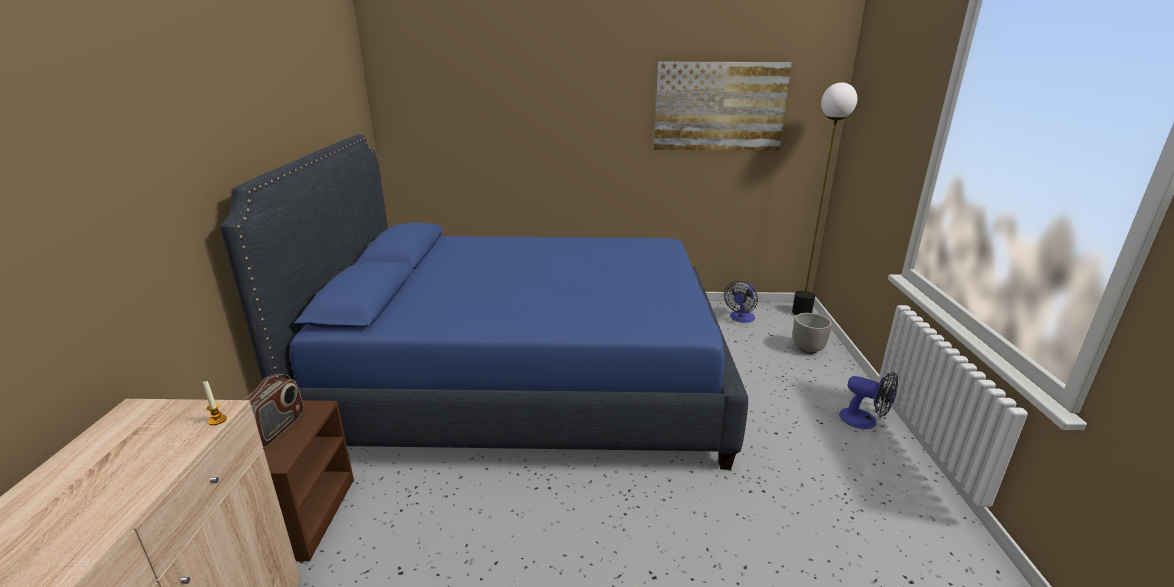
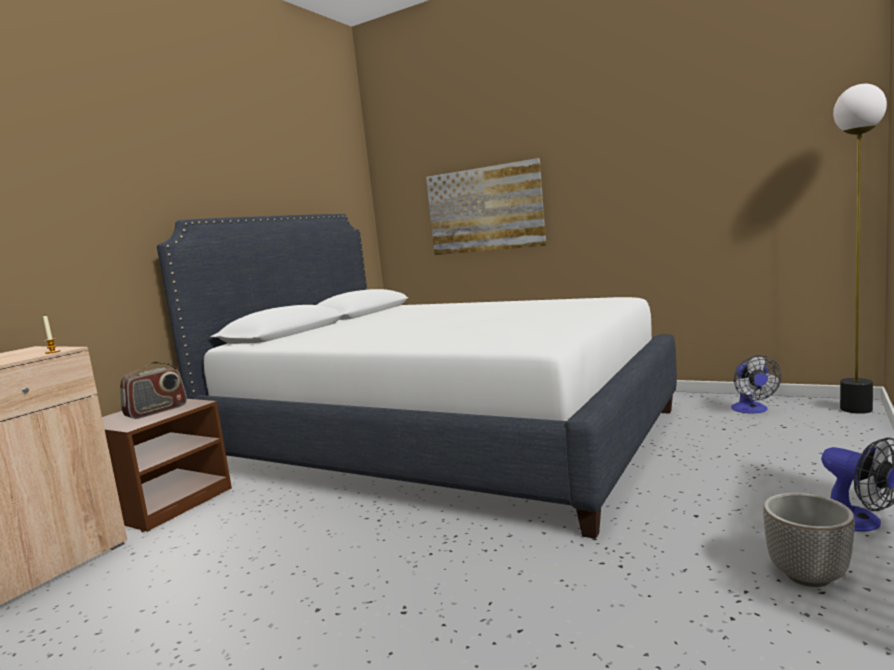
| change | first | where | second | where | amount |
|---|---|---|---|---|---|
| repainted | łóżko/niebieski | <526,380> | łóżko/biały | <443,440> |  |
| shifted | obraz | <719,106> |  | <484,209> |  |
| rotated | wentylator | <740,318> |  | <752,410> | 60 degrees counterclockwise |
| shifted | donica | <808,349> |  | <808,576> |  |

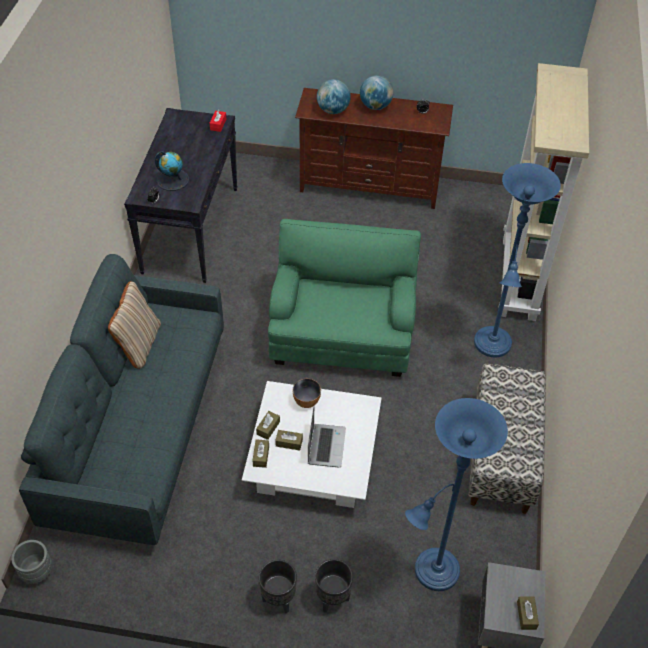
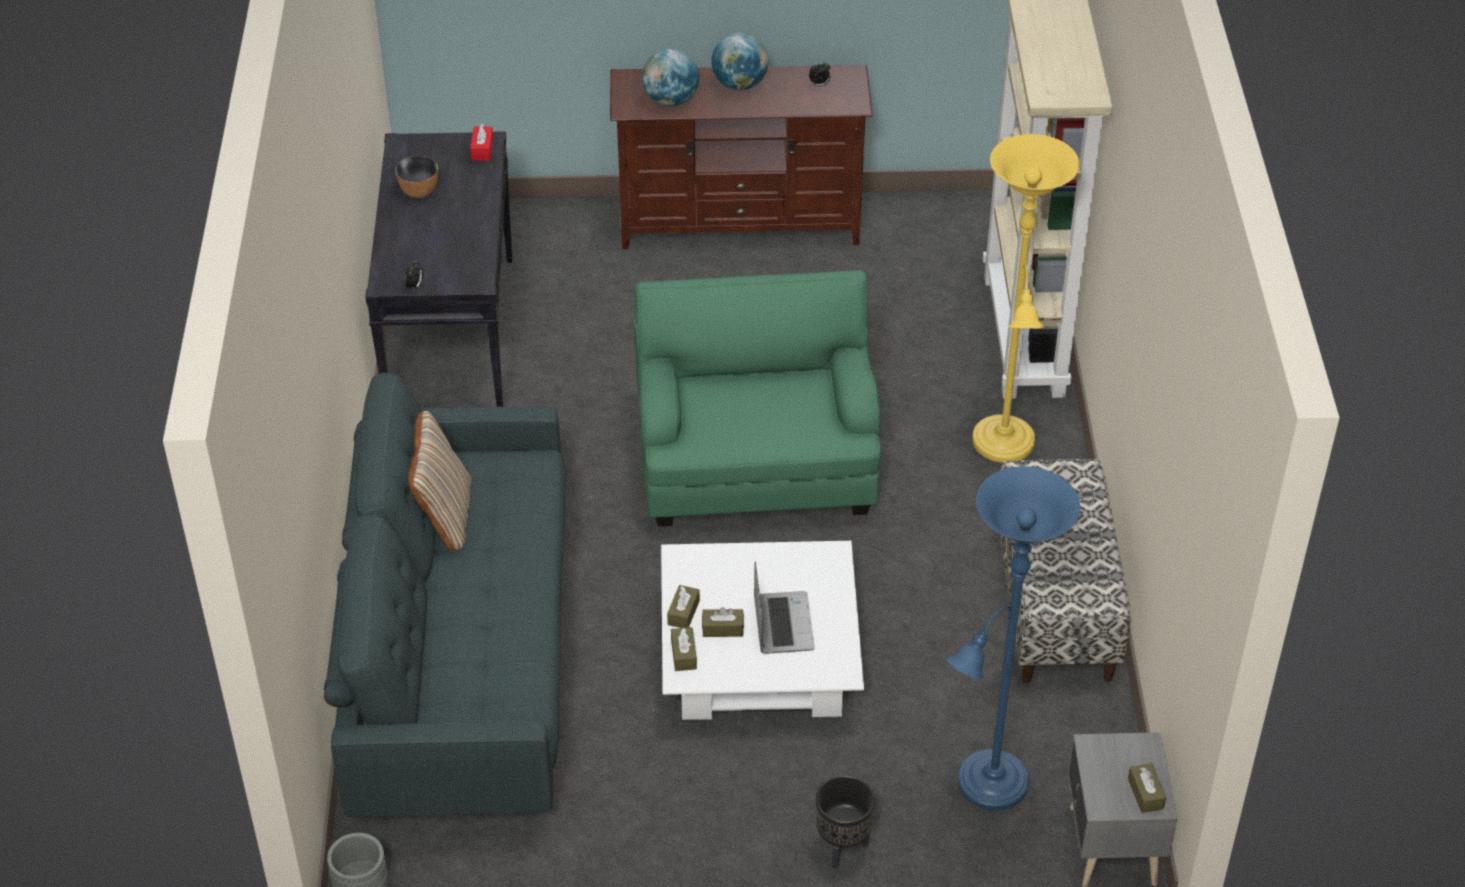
| change | first | where | second | where | amount |
|---|---|---|---|---|---|
| shifted | miska | <306,401> |  | <419,192> |  |
| repainted | lampa stojąca/niebieski | <492,347> | lampa stojąca/żółty | <1004,447> |  |
| gone | globus | <173,180> |  |  |  |
| gone | donica/czarny | <278,599> |  |  |  |

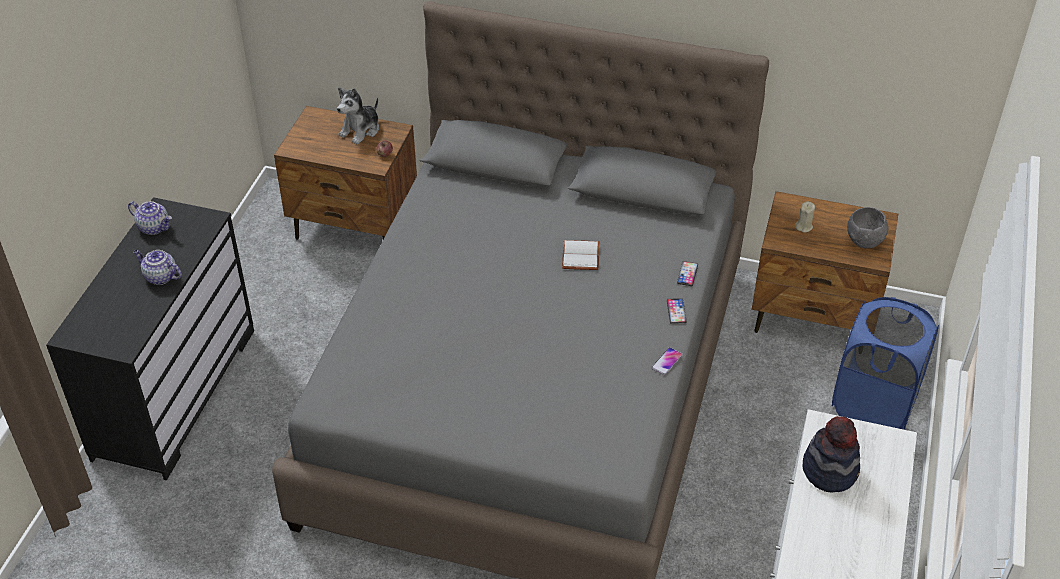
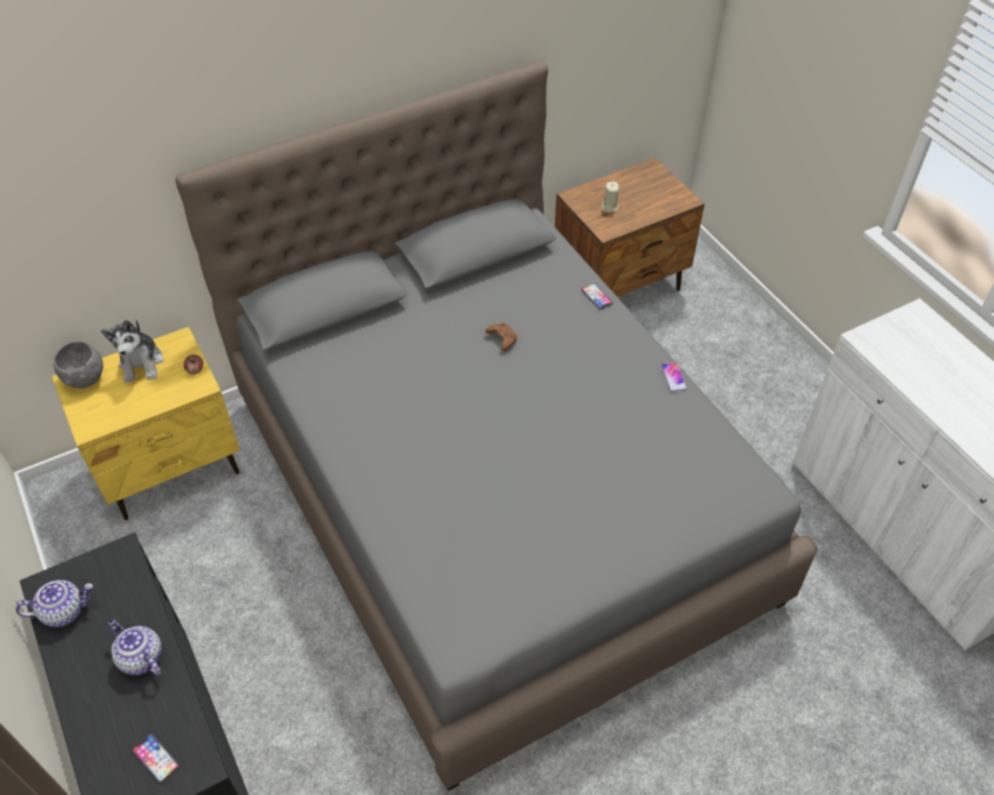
| change | first | where | second | where | amount |
|---|---|---|---|---|---|
| repainted | szafka nocna/brązowy | <355,226> | szafka nocna/żółty | <172,467> |  |
| shifted | miska/szary | <864,240> |  | <85,378> |  |
| rotated | imbryk | <160,277> |  | <140,658> | 60 degrees clockwise |
| shifted | telefon | <676,311> |  | <156,758> |  |
| swapped | książka/biały | <582,256> | pad do gier/brązowy | <502,339> |  |
| gone | kapelusz | <830,470> |  |  |  |
| gone | kosz na pranie/niebieski | <873,405> |  |  |  |

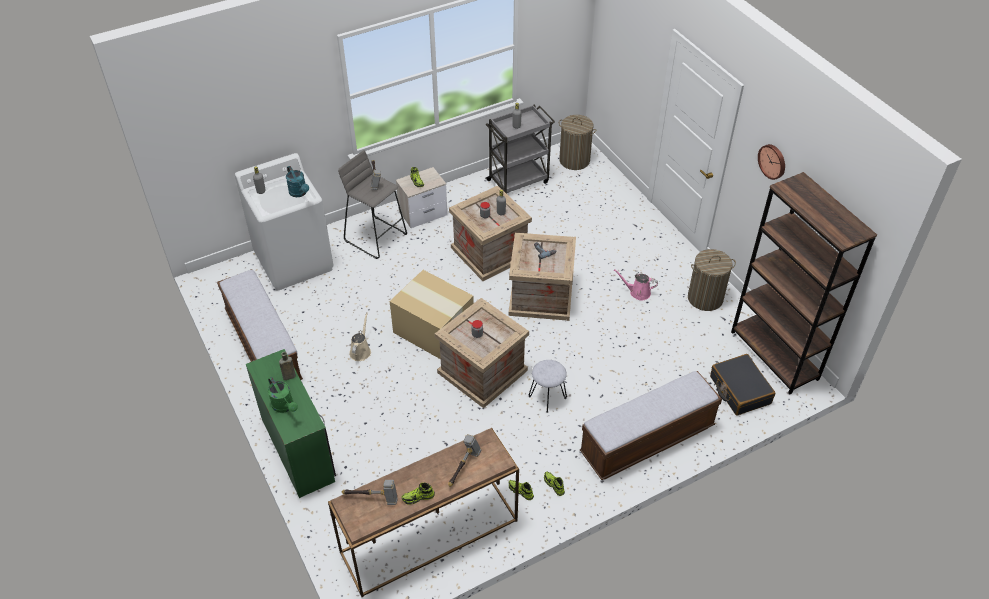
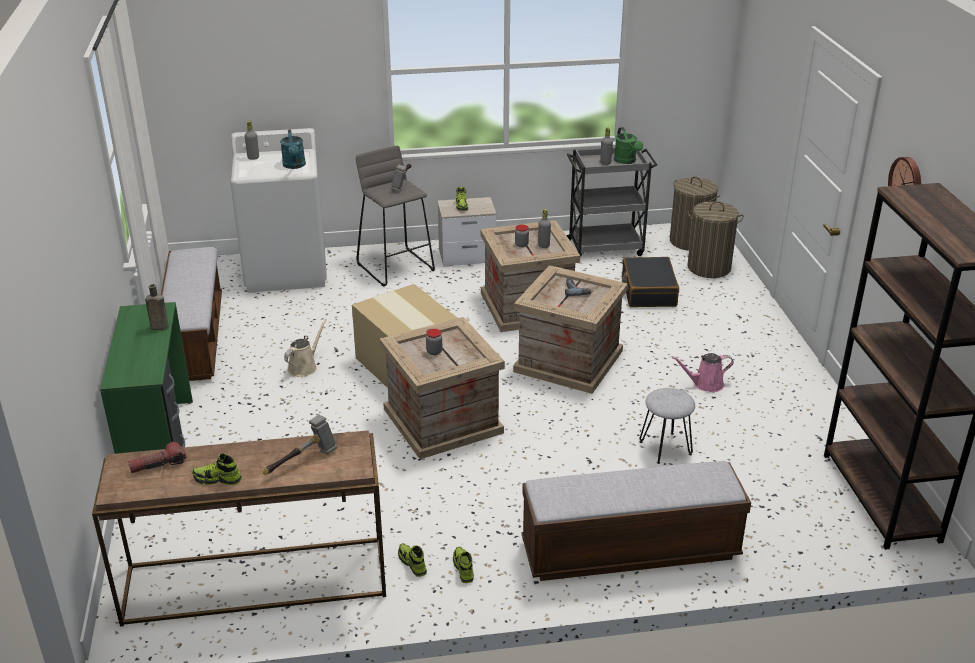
| change | first | where | second | where | amount |
|---|---|---|---|---|---|
| swapped | młotek | <372,498> | latarka | <158,465> |  |
| shifted | konewka/zielony | <285,406> |  | <627,161> |  |
| shifted | walizka/czarny | <739,390> |  | <648,291> |  |
| shifted | stołek/szary | <547,397> |  | <665,448> |  |
| rotated | konewka/różowy | <637,292> |  | <705,384> | 45 degrees counterclockwise |
| shifted | kosz na pranie | <705,298> |  | <708,268> |  |

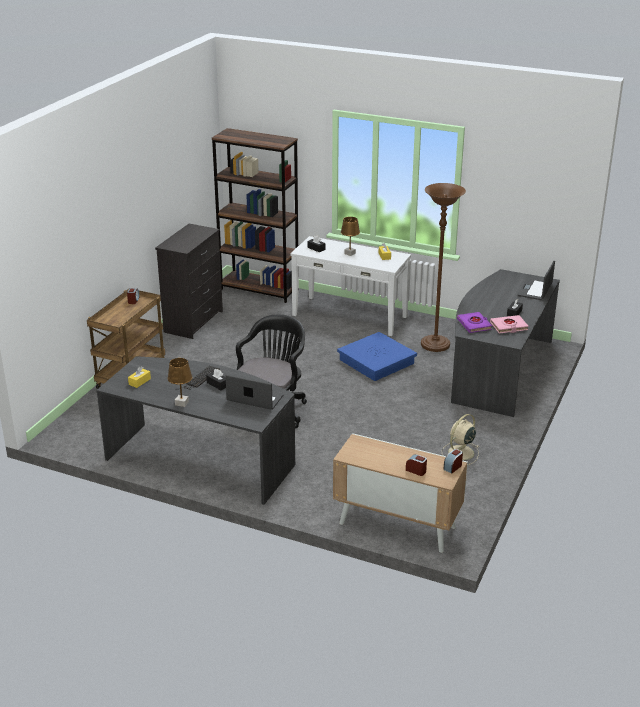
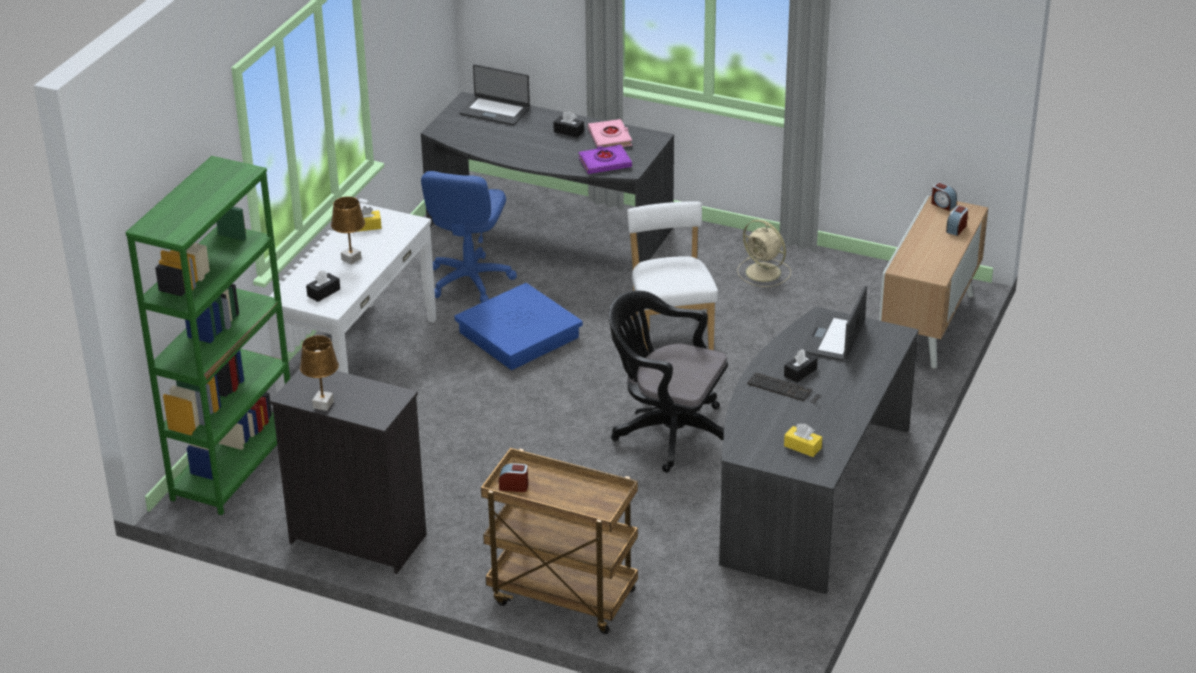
| change | first | where | second | where | amount |
|---|---|---|---|---|---|
| repainted | regał/brązowy | <259,290> | regał/zielony | <234,464> |  |
| shifted | lampa stołowa/brązowy | <181,403> |  | <323,405> |  |
| swapped | lampa stojąca/brązowy | <435,345> | krzesło biurowe/niebieski | <469,280> |  |
| new |  |  | krzesło/biały | <670,332> |  |

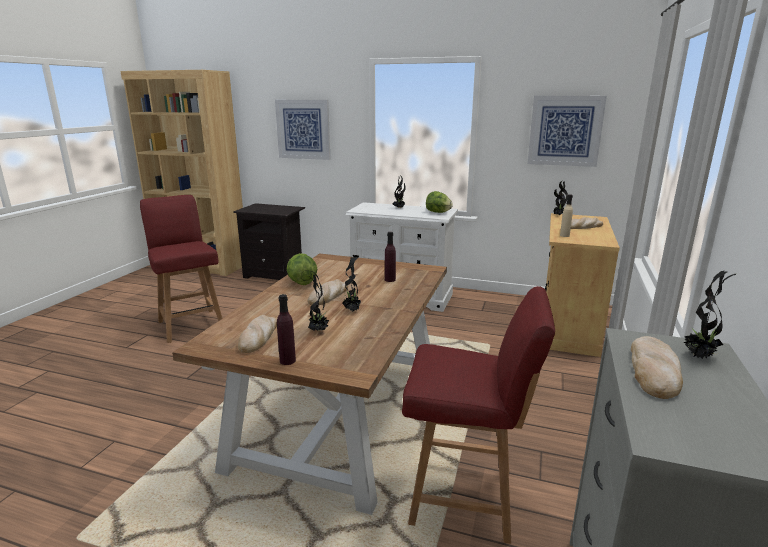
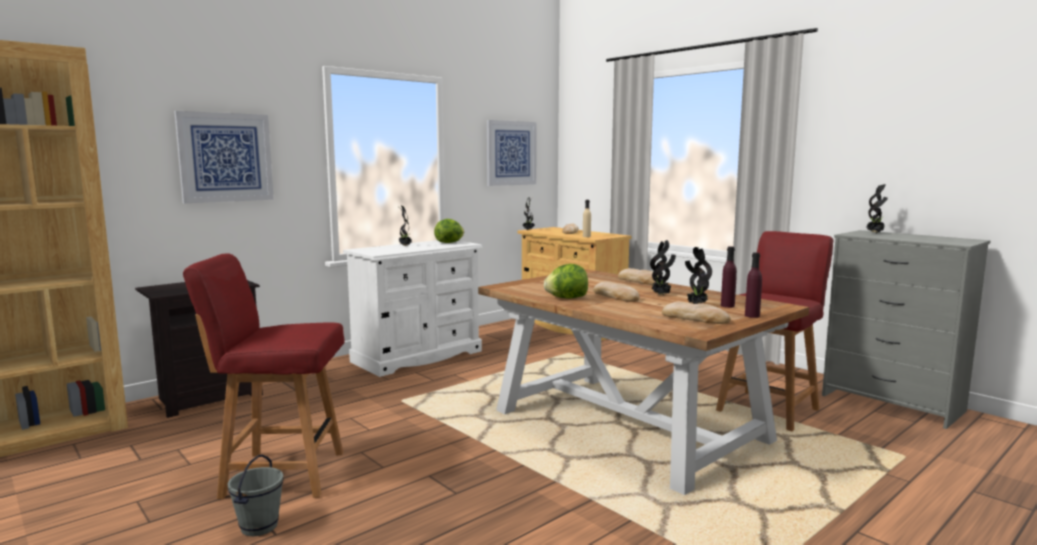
| change | first | where | second | where | amount |
|---|---|---|---|---|---|
| new |  |  | wiadro/szary | <260,527> |  |
| shifted | chleb | <654,371> |  | <640,281> |  |
| shifted | butelka/fioletowy | <390,280> |  | <727,306> |  |

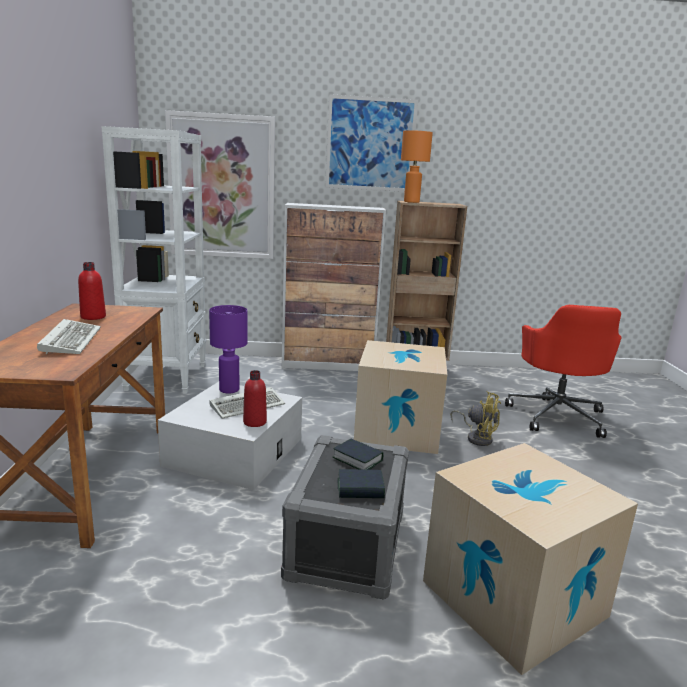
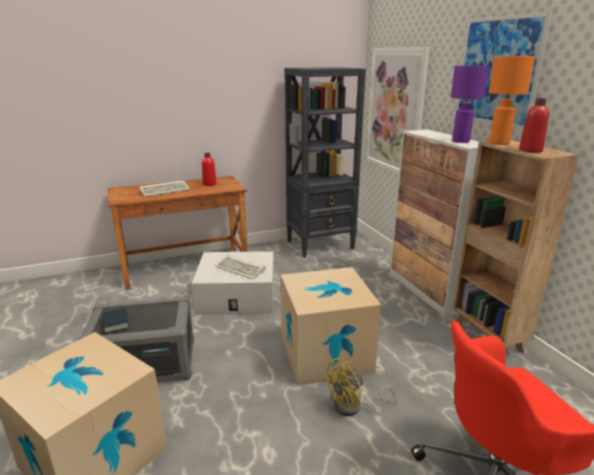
| change | first | where | second | where | amount |
|---|---|---|---|---|---|
| repainted | regał/biały | <167,377> | regał/czarny | <321,245> |  |
| rotated | wentylator/żółty | <477,437> |  | <353,408> | 45 degrees clockwise |
| shifted | lampa stołowa/fioletowy | <229,389> |  | <461,141> |  |
| shifted | butelka/czerwony | <255,422> |  | <530,150> |  |
| gone | książka | <357,459> |  |  |  |

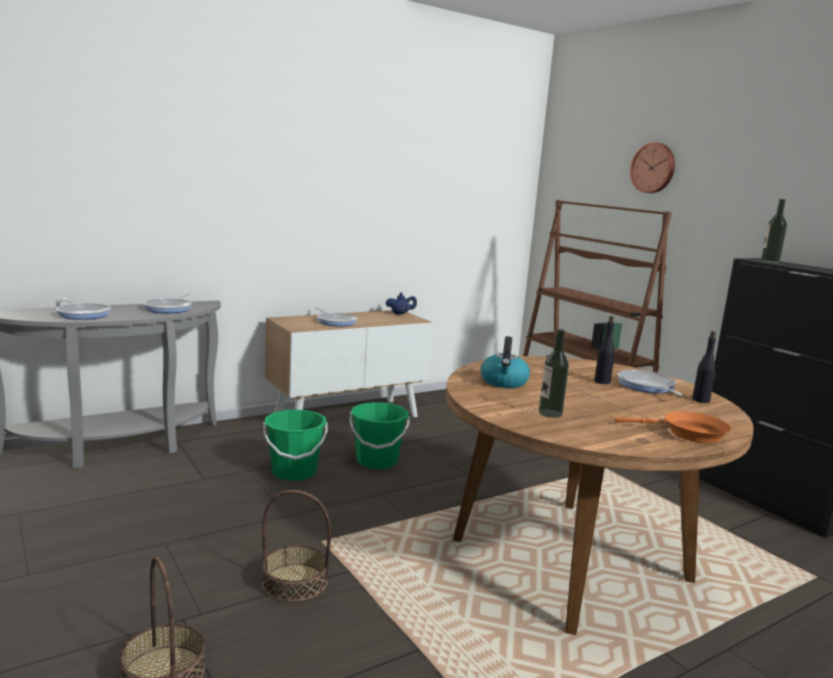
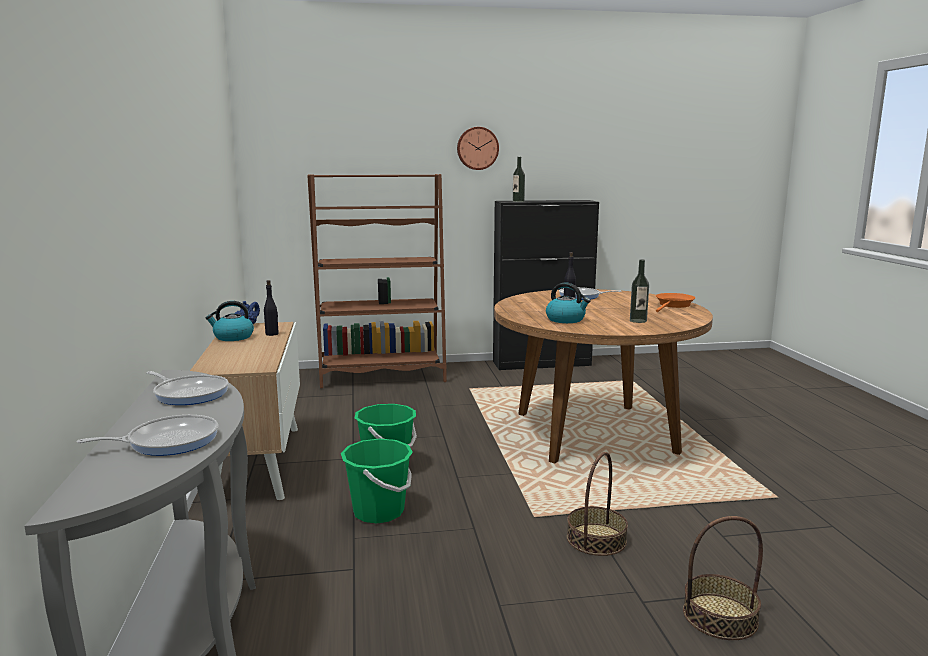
| change | first | where | second | where | amount |
|---|---|---|---|---|---|
| new |  |  | czajnik | <233,337> |  |
| shifted | butelka/czarny | <701,400> |  | <272,334> |  |
| shifted | zegar ścienny | <654,168> |  | <477,148> |  |
| gone | patelnia | <335,321> |  |  |  |

